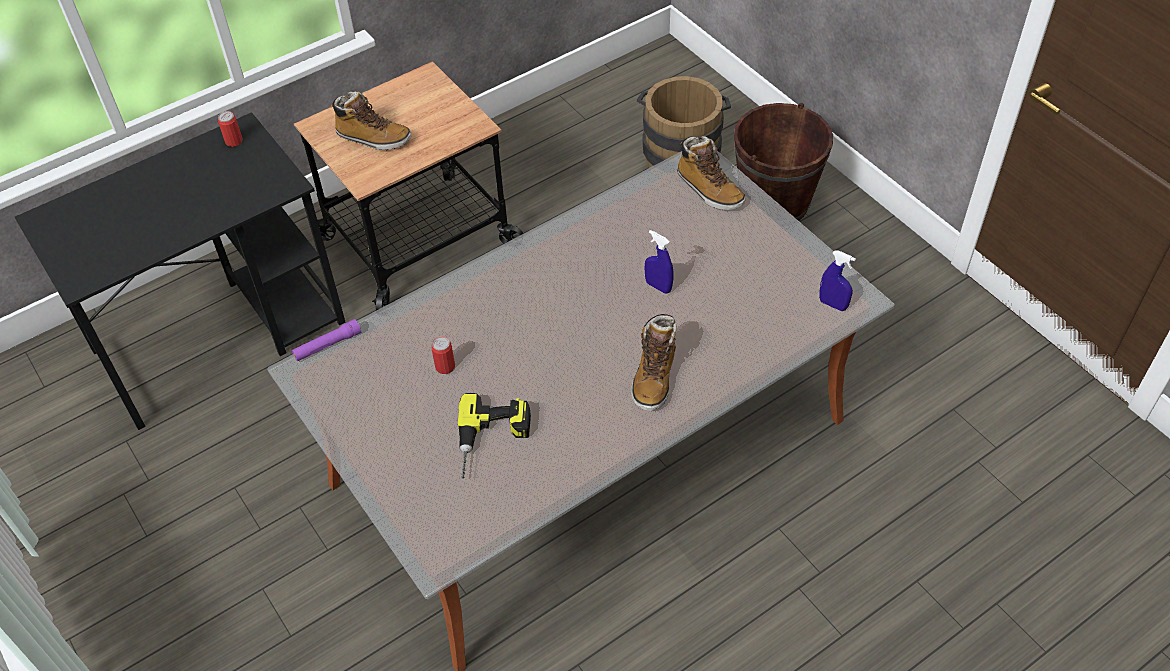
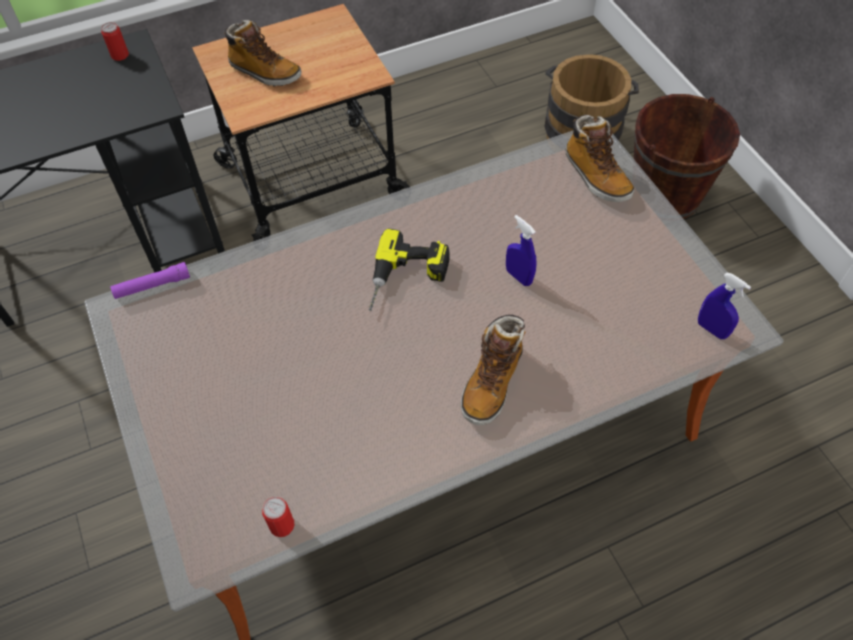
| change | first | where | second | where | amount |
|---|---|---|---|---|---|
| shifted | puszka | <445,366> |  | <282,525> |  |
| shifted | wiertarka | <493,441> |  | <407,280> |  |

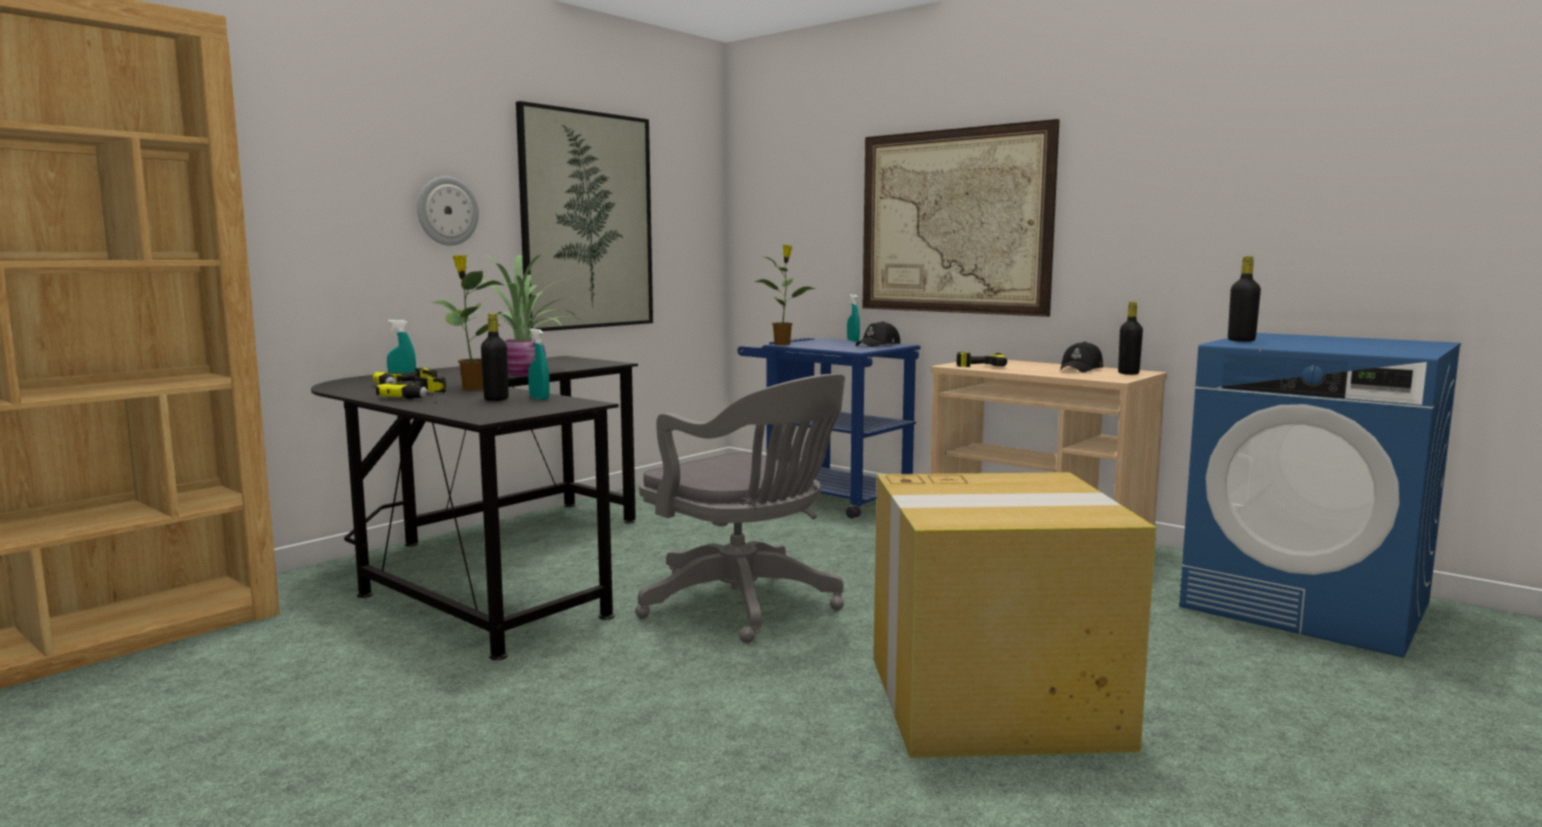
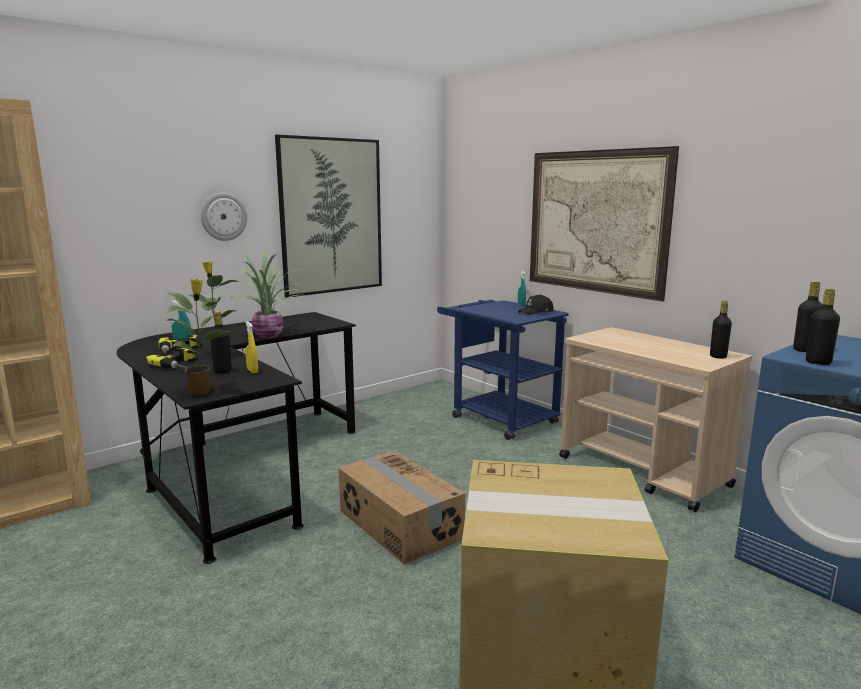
| change | first | where | second | where | amount |
|---|---|---|---|---|---|
| shifted | roślina doniczkowa | <783,344> |  | <201,392> |  |
| repainted | spryskiwacz/turkusowy | <539,398> | spryskiwacz/żółty | <252,371> |  |
| swapped | krzesło biurowe/szary | <746,606> | karton | <399,524> |  |
| new |  |  | butelka/czarny | <818,362> |  |
| gone | wiertarka | <980,364> |  |  |  |
| gone | czapka z daszkiem/czarny | <1081,369> |  |  |  |

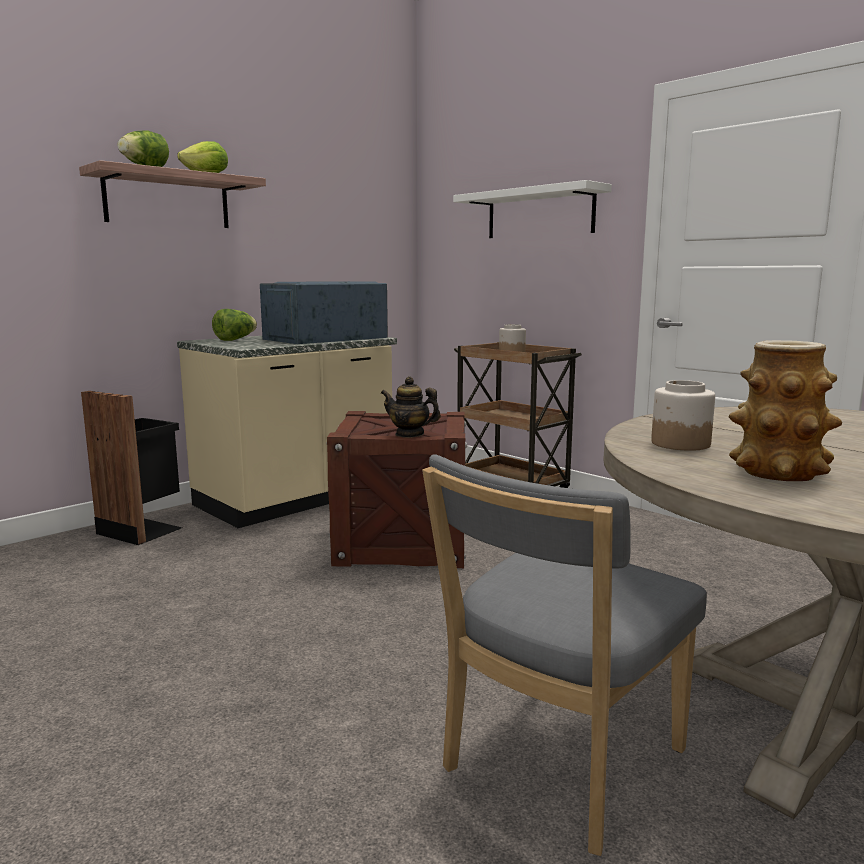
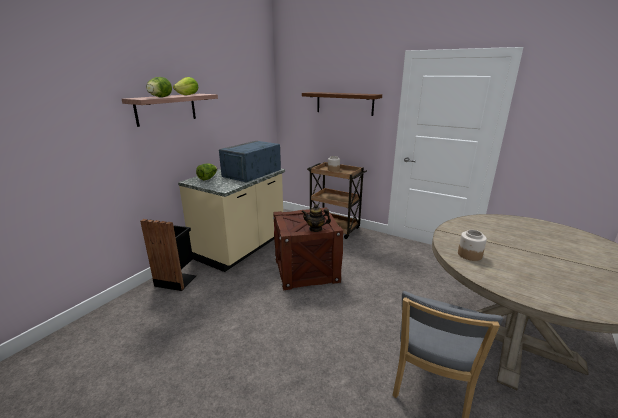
| change | first | where | second | where | amount |
|---|---|---|---|---|---|
| repainted | półka/biały | <539,213> | półka/brązowy | <344,103> |  |
| gone | wazon | <778,472> |  |  |  |

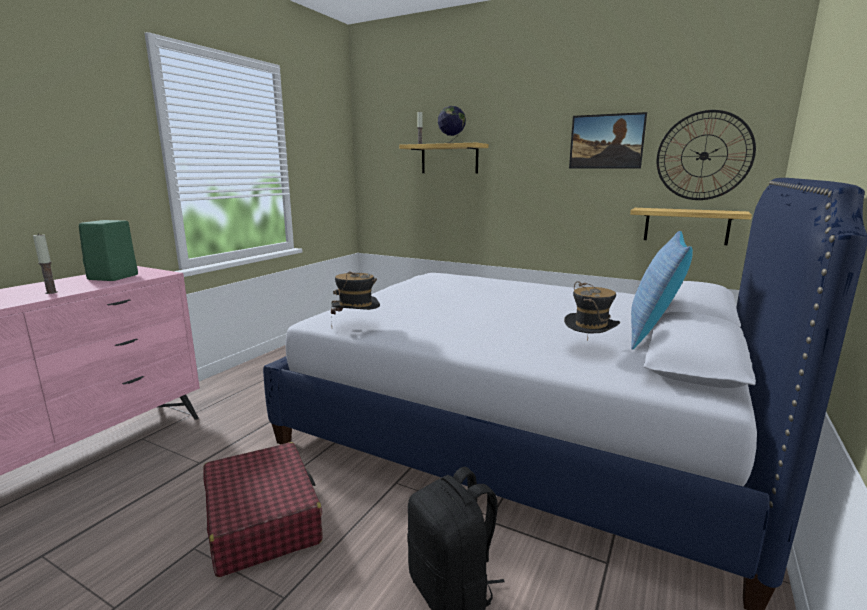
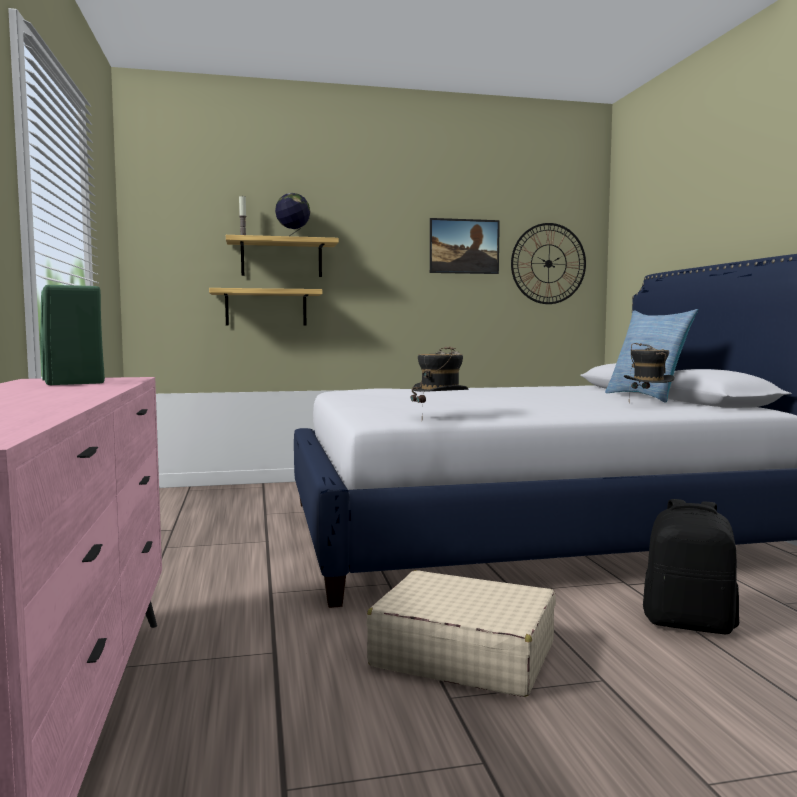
| change | first | where | second | where | amount |
|---|---|---|---|---|---|
| shifted | półka | <686,226> |  | <266,308> |  |
| repainted | walizka/czerwony | <263,519> | walizka/beżowy | <463,654> |  |
| gone | świeca | <51,292> |  |  |  |

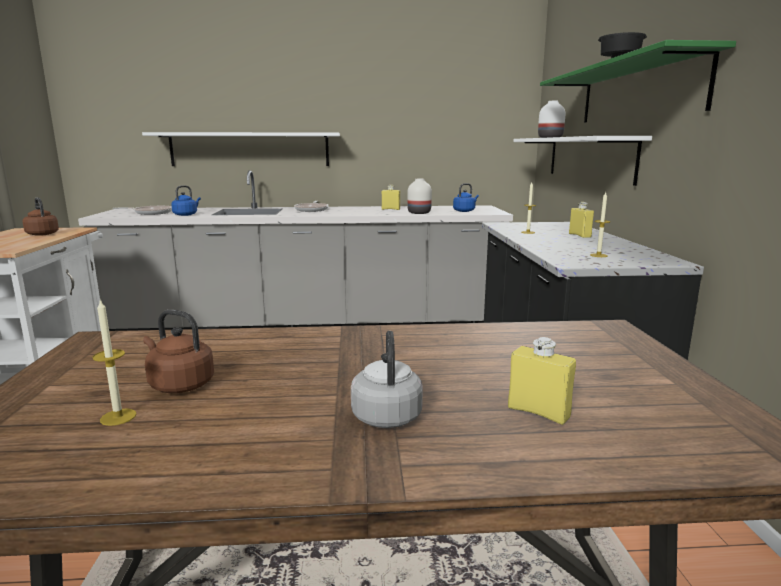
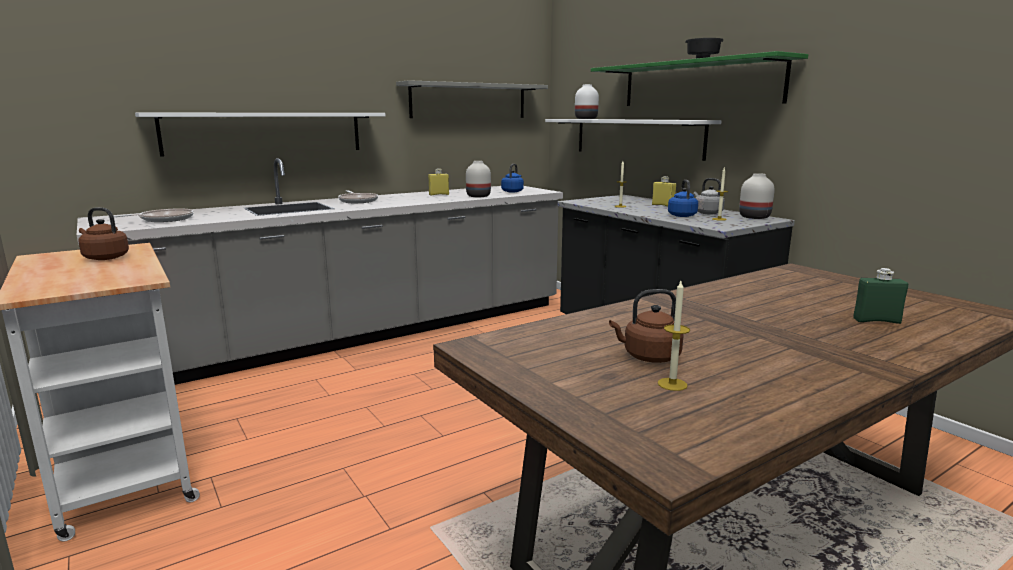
| change | first | where | second | where | amount |
|---|---|---|---|---|---|
| new |  |  | półka/szary | <469,101> |  |
| shifted | czajnik/niebieski | <186,214> |  | <681,215> |  |
| shifted | czajnik/szary | <386,415> |  | <707,213> |  |
| new |  |  | wazon/biały | <754,217> |  |
| repainted | butelka/żółty | <538,412> | butelka/zielony | <876,321> |  |

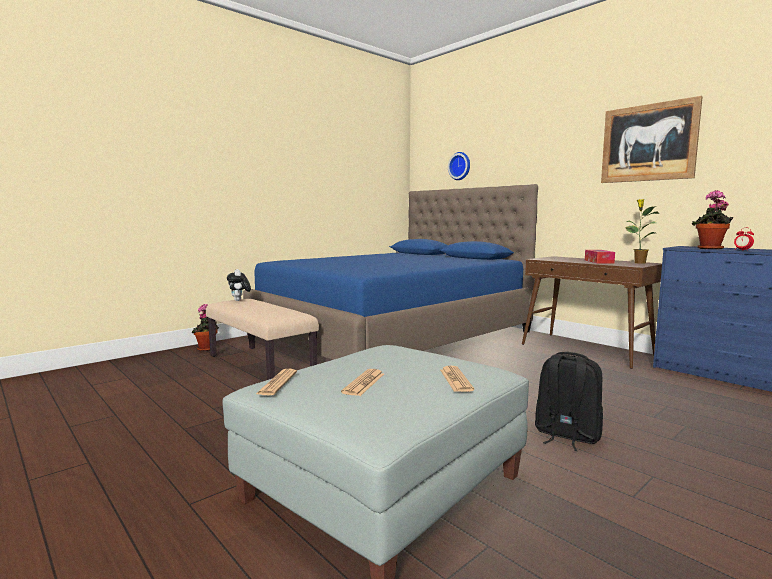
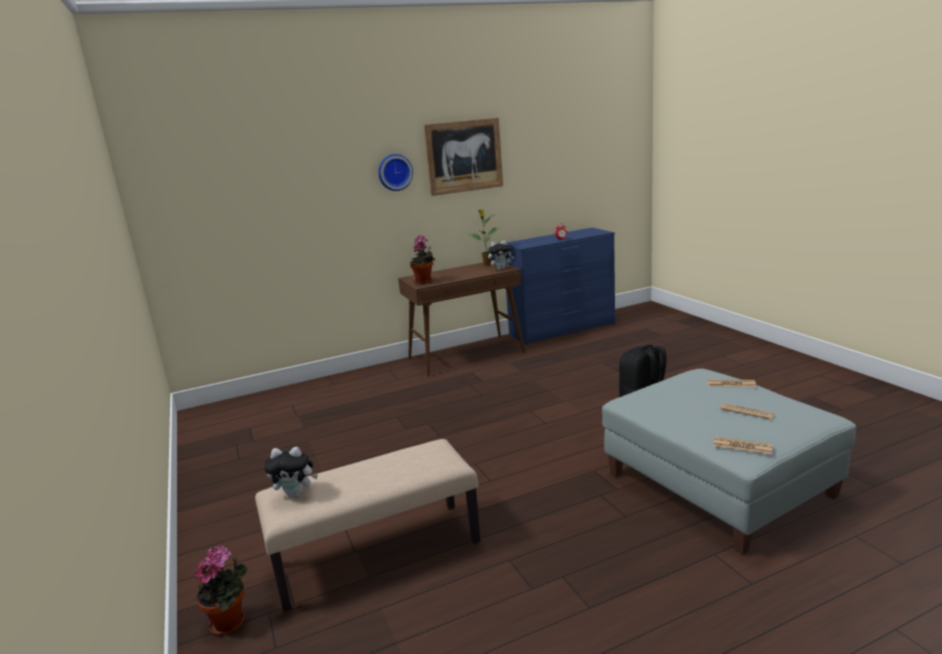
| change | first | where | second | where | amount |
|---|---|---|---|---|---|
| shifted | zegar ścienny | <460,166> |  | <394,172> |  |
| shifted | roślina doniczkowa | <710,249> |  | <424,282> |  |
| new |  |  | pluszak | <501,269> |  |
| gone | łóżko/niebieski | <393,335> |  |  |  |
| gone | pudełko chusteczek | <598,261> |  |  |  |

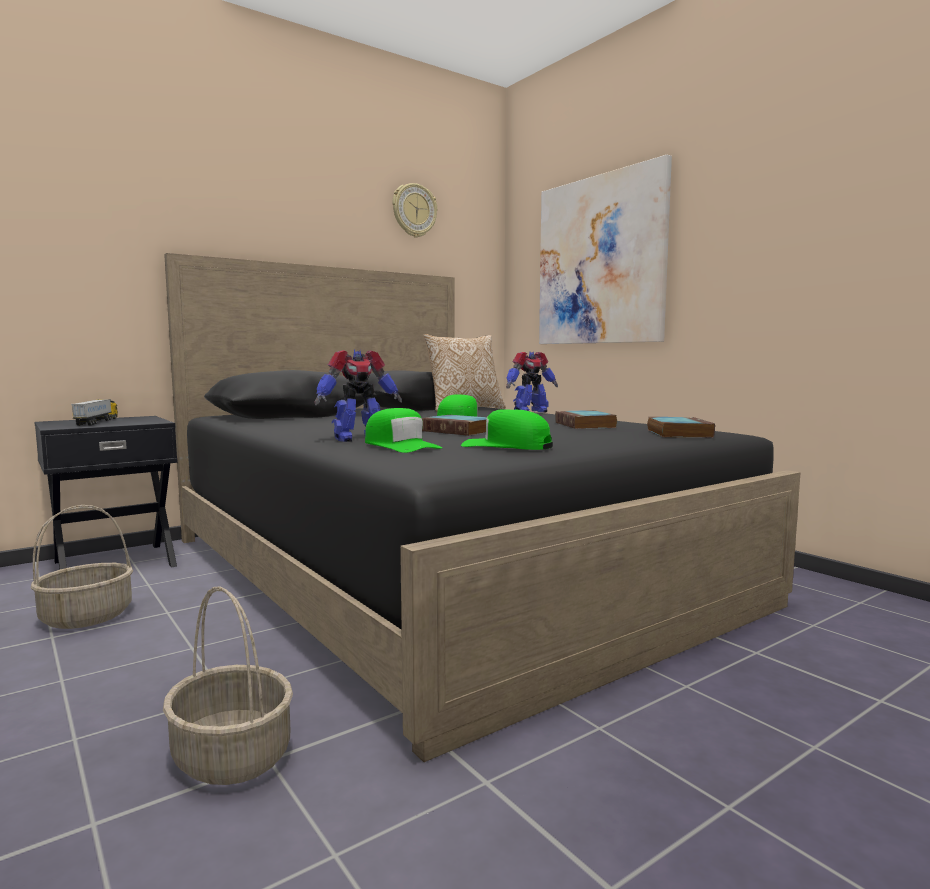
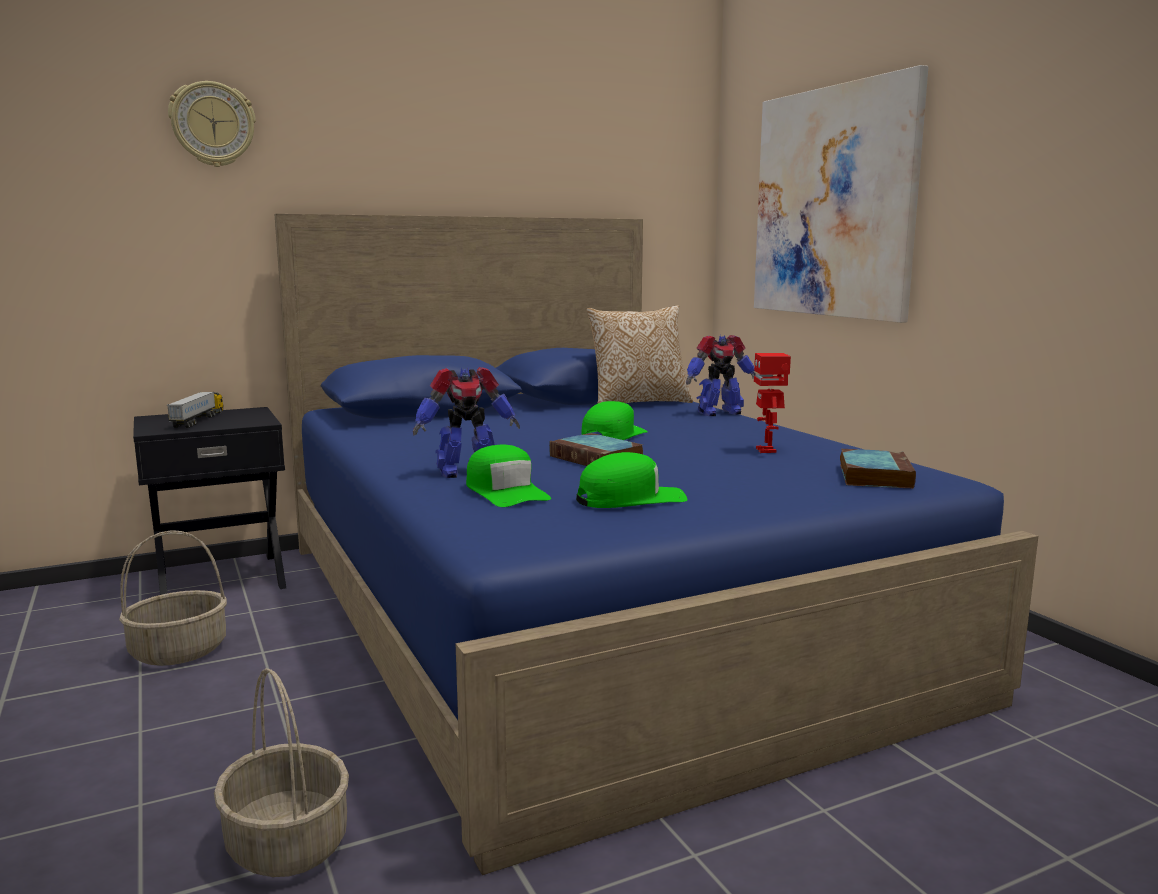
| change | first | where | second | where | amount |
|---|---|---|---|---|---|
| shifted | zegar ścienny | <414,210> |  | <213,124> |  |
| repainted | łóżko/czarny | <442,568> | łóżko/niebieski | <588,612> |  |
| rotated | czapka z daszkiem/zielony | <507,446> |  | <630,499> | 120 degrees clockwise |
| swapped | książka | <586,425> | robot zabawkowy | <767,450> |  |

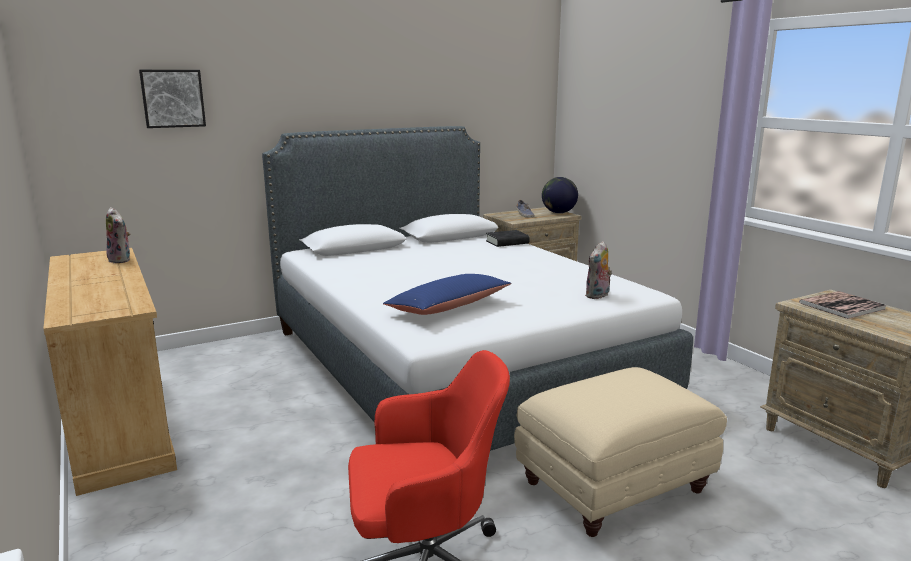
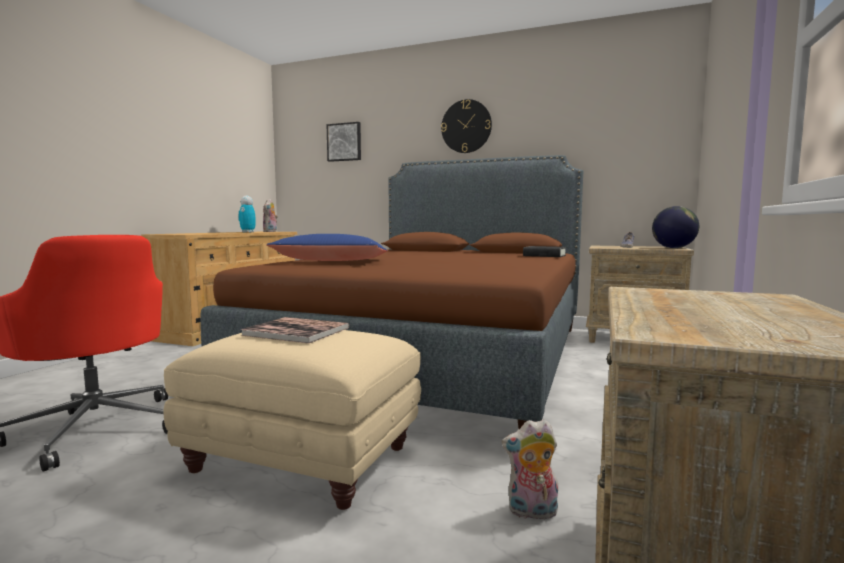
| change | first | where | second | where | amount |
|---|---|---|---|---|---|
| repainted | łóżko/biały | <452,366> | łóżko/brązowy | <435,355> |  |
| new |  |  | robot zabawkowy | <248,232> |  |
| shifted | książka | <842,306> |  | <296,331> |  |
| new |  |  | zegar ścienny | <466,126> |  |
| shifted | pluszak | <598,296> |  | <531,512> |  |

